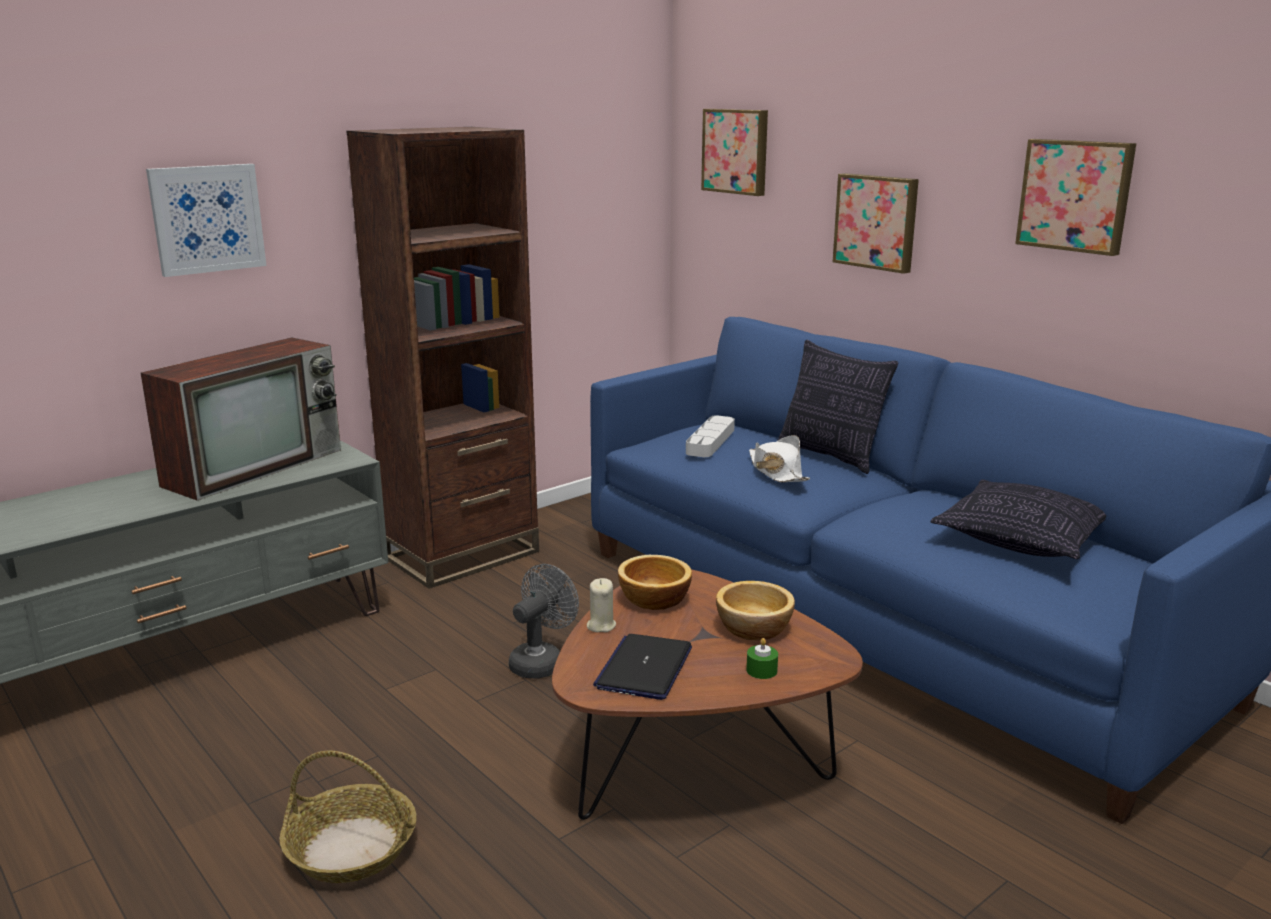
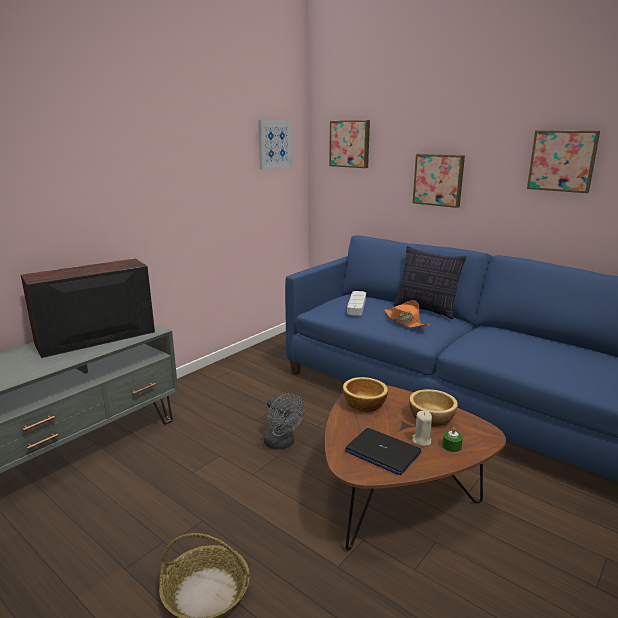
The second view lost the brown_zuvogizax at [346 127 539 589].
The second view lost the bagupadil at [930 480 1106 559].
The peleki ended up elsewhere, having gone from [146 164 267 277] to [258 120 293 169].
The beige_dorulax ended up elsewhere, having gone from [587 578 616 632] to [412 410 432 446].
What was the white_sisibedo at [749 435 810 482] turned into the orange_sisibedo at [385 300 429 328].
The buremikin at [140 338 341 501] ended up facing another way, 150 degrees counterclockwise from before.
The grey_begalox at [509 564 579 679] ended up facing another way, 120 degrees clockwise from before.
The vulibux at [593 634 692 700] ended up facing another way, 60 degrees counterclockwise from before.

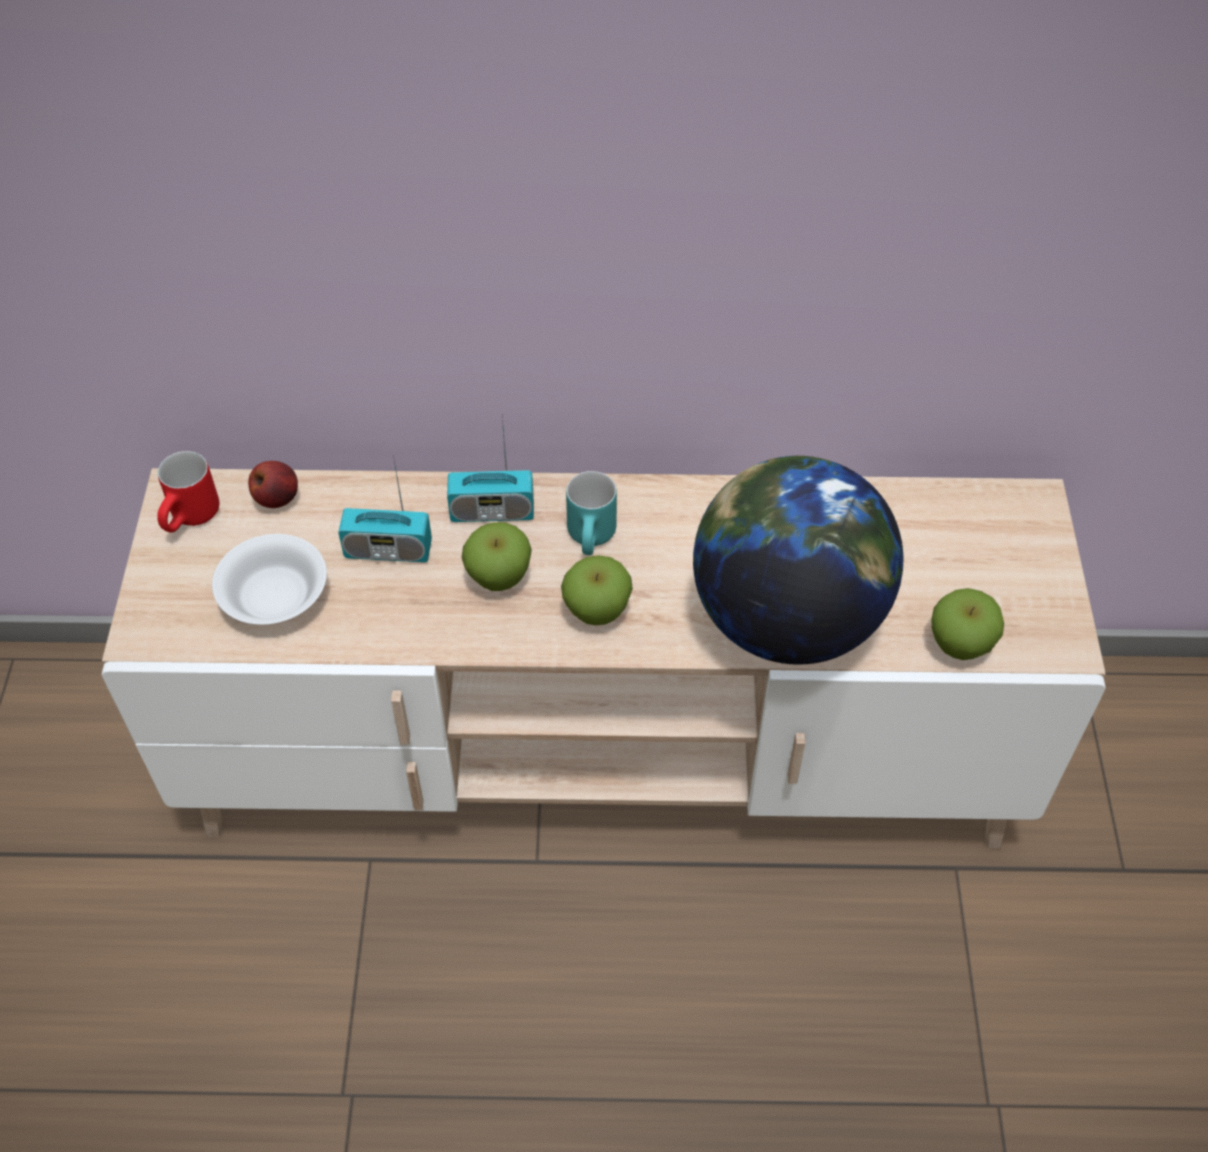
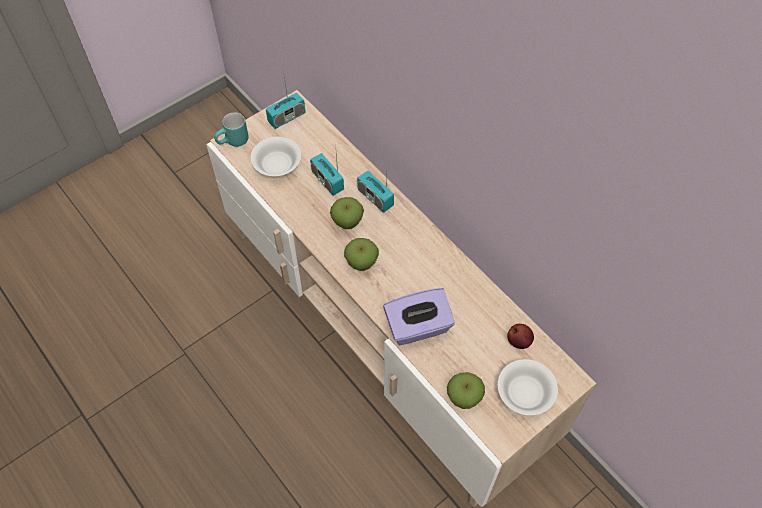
The second view gained the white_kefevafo at [498 359 558 415].
The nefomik ended up elsewhere, having gone from [248 461 298 508] to [507 324 534 349].
The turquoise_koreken ended up elsewhere, having gone from [566 471 617 555] to [214 112 249 147].
Where the red_koreken stood at [157 451 219 532], the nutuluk came to stand at [266 76 306 129].
Where the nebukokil stood at [693 456 903 665], the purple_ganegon came to stand at [383 288 455 345].

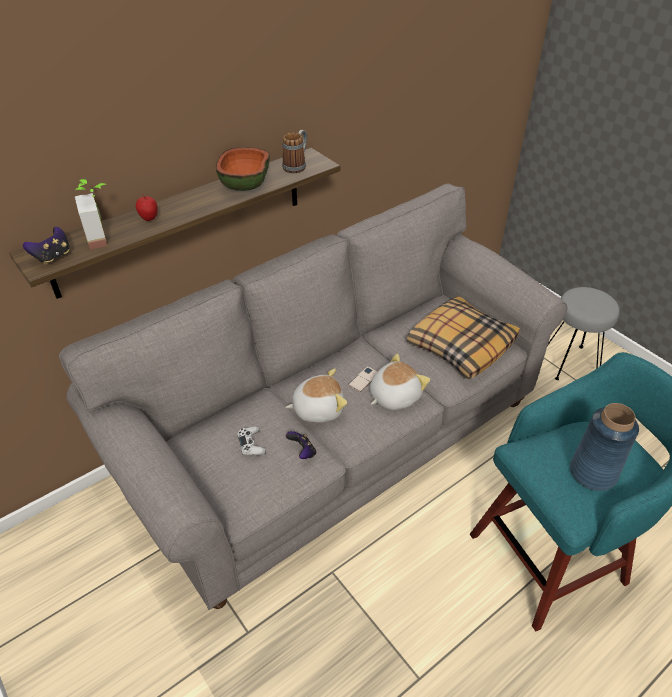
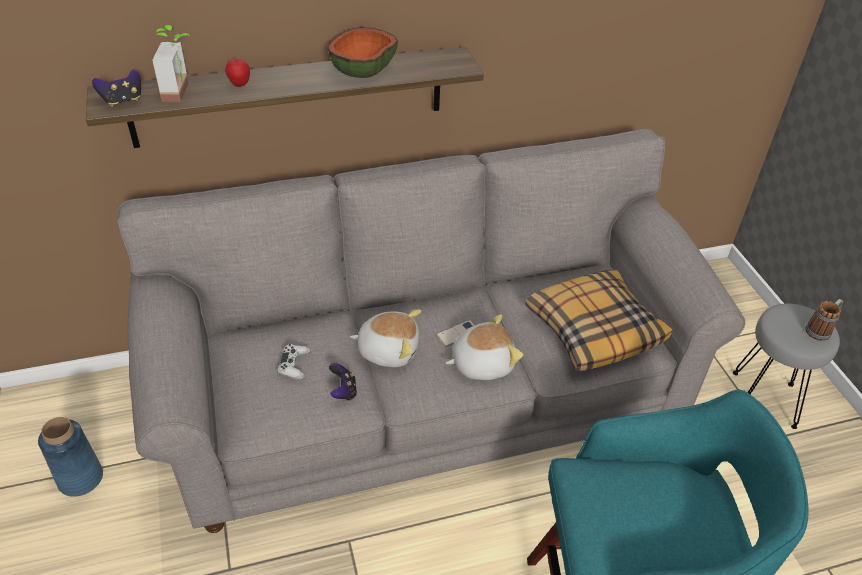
The koreken ended up elsewhere, having gone from [282 130 307 173] to [805 299 844 341].
The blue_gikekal ended up elsewhere, having gone from [570 403 639 491] to [38 417 103 497].

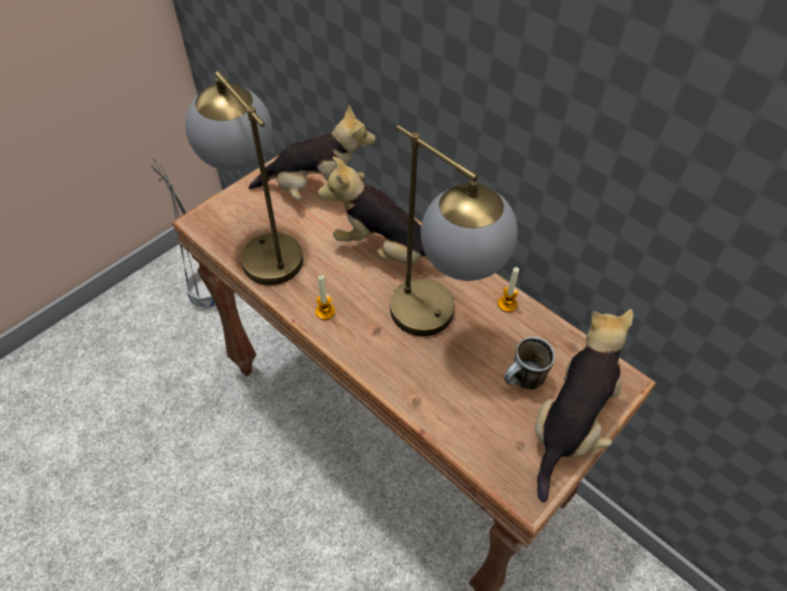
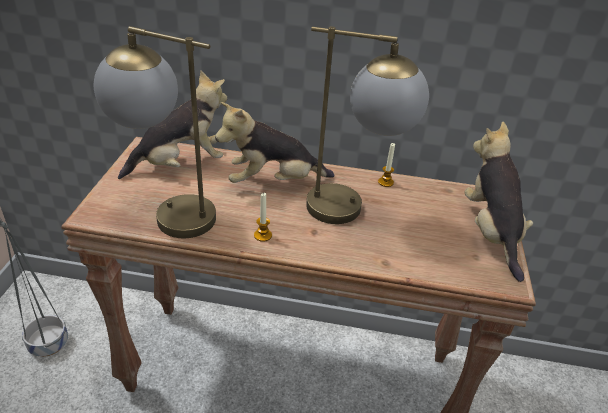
The second view lost the koreken at [504 337 555 390].

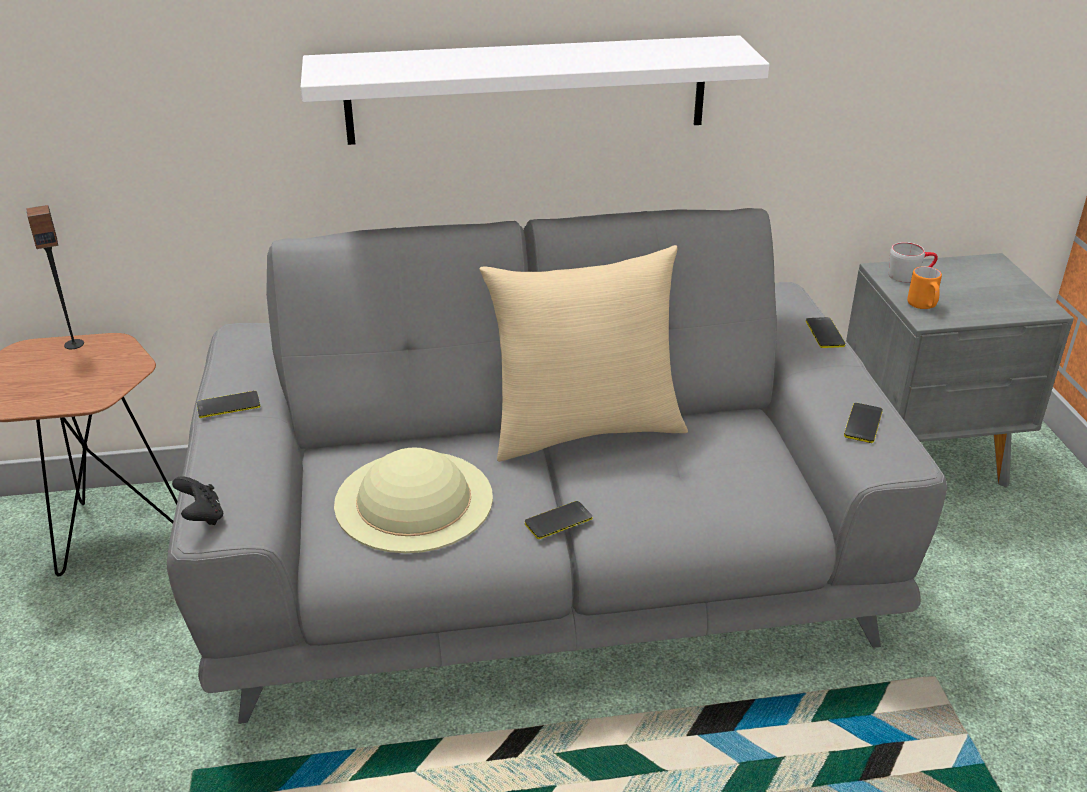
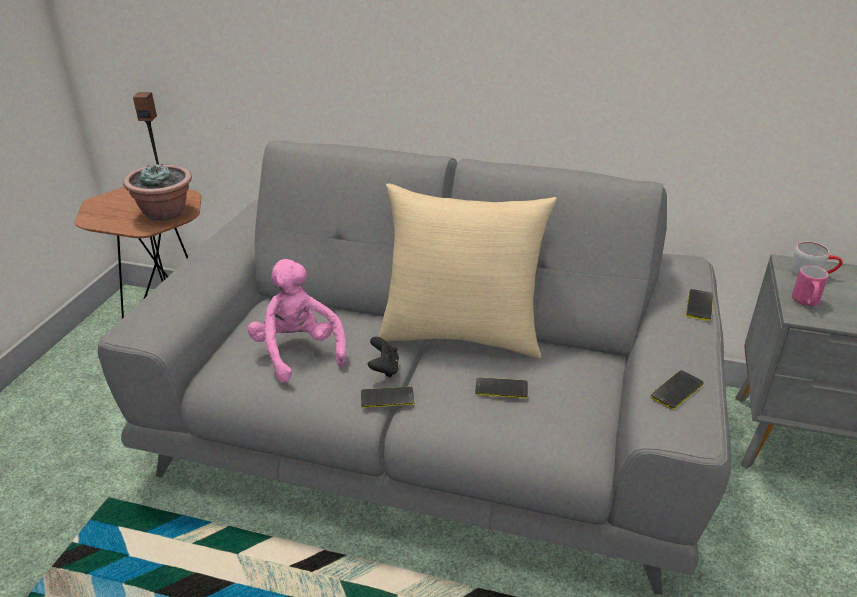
The second view lost the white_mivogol at [301 35 769 145].
The second view gained the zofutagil at [123 164 192 221].
The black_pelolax ended up elsewhere, having gone from [172 476 223 525] to [368 336 399 378].
The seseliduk ended up elsewhere, having gone from [197 391 260 418] to [475 377 528 398].
Where the beige_sisibedo stood at [334 447 493 553], the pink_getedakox came to stand at [248 259 346 383].
What was the orange_koreken at [907 266 942 309] turned into the pink_koreken at [792 265 829 306].

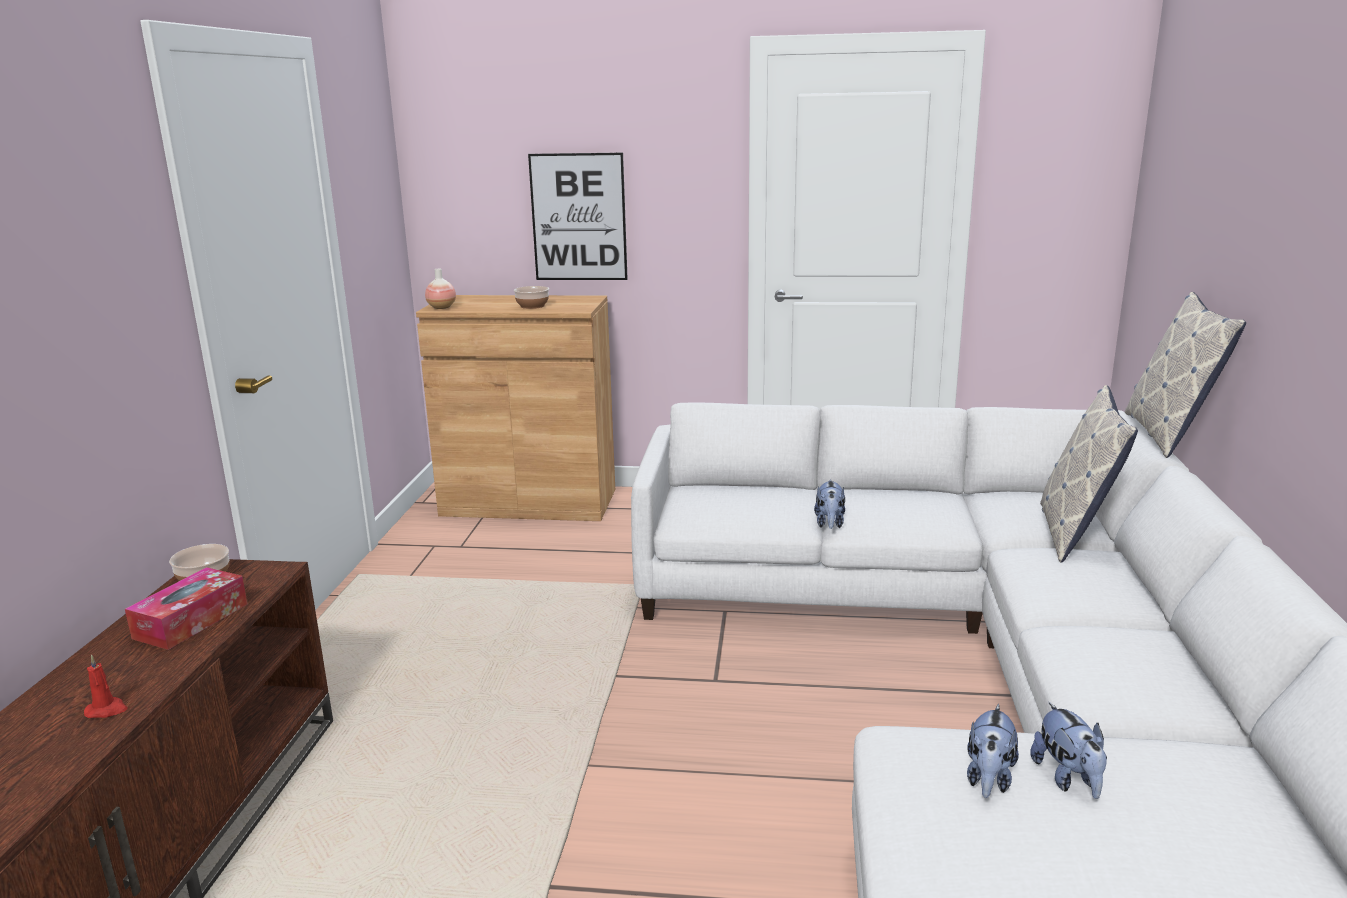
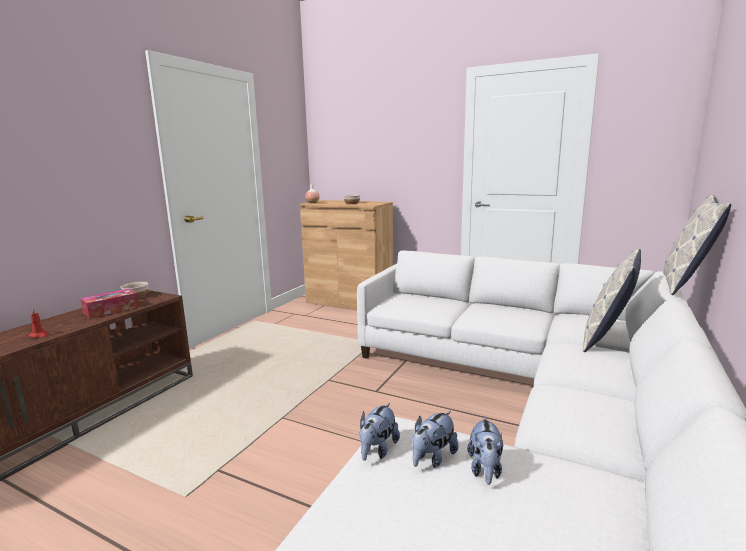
The second view lost the peleki at [528 153 628 280].
The getedakox ended up elsewhere, having gone from [814 479 845 529] to [359 403 400 461].

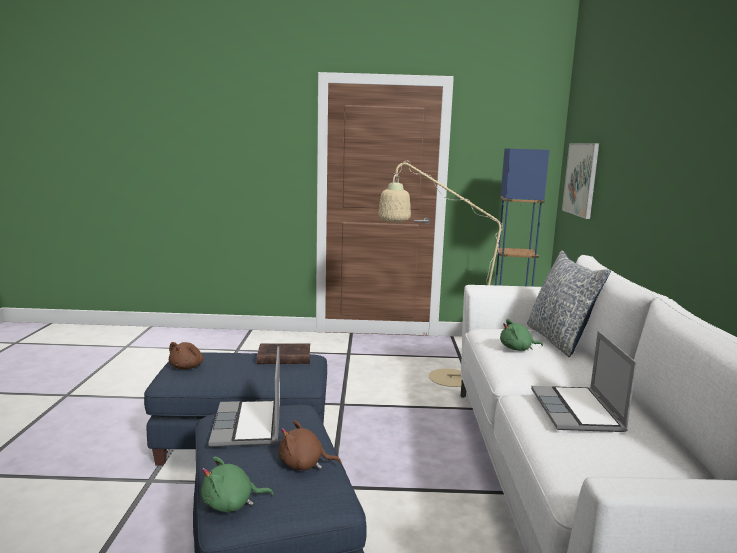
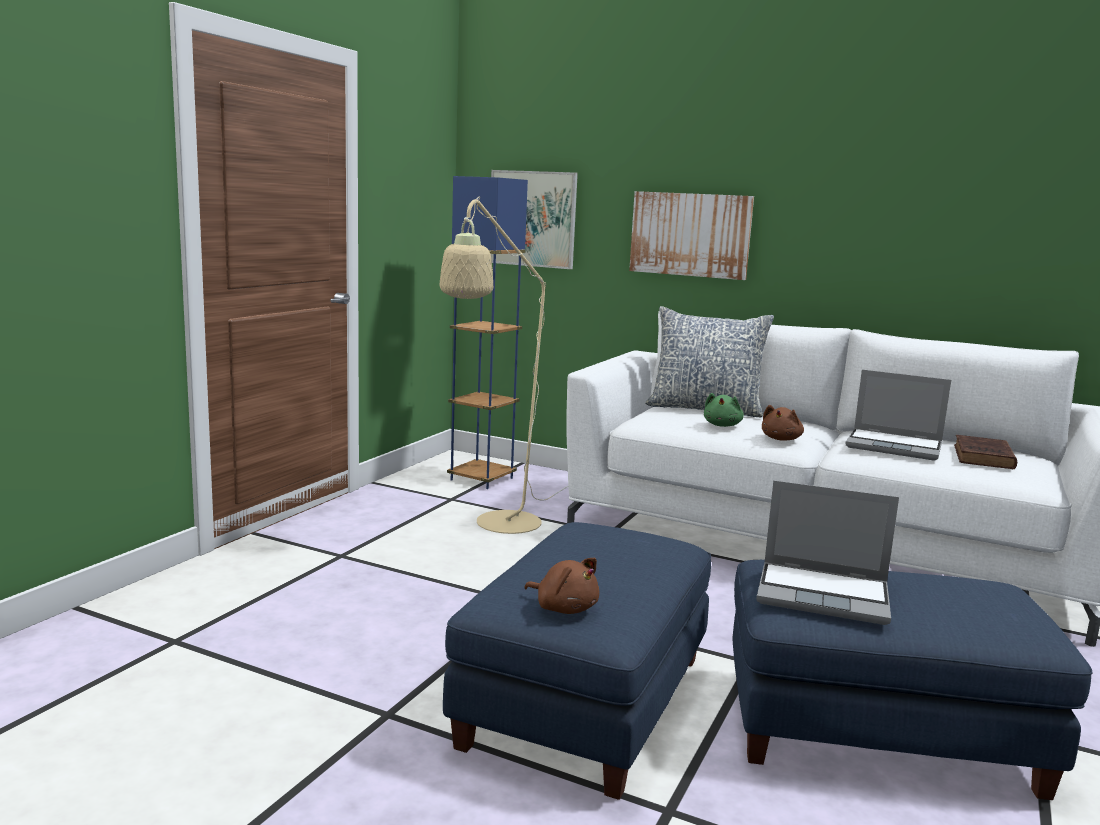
The second view lost the green_getedakox at [201 456 274 512].
The second view gained the peleki at [629 191 754 280].
The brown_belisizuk ended up elsewhere, having gone from [257 343 310 364] to [954 435 1017 469].
The brown_getedakox ended up elsewhere, having gone from [279 420 341 470] to [762 405 804 441].

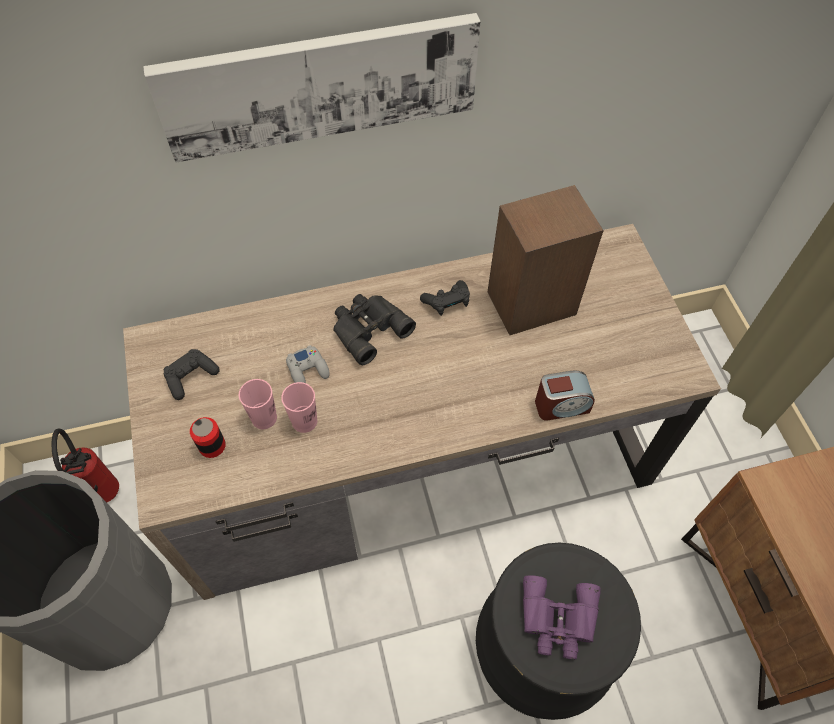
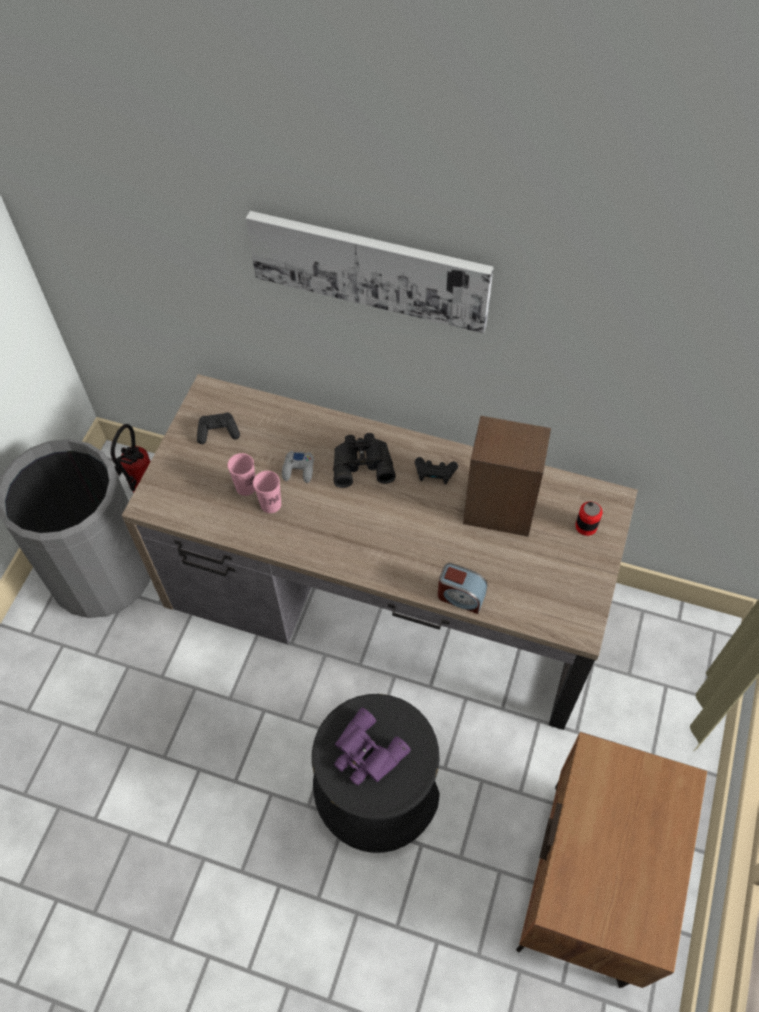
The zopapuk ended up elsewhere, having gone from [190 417 226 458] to [575 502 603 536].

